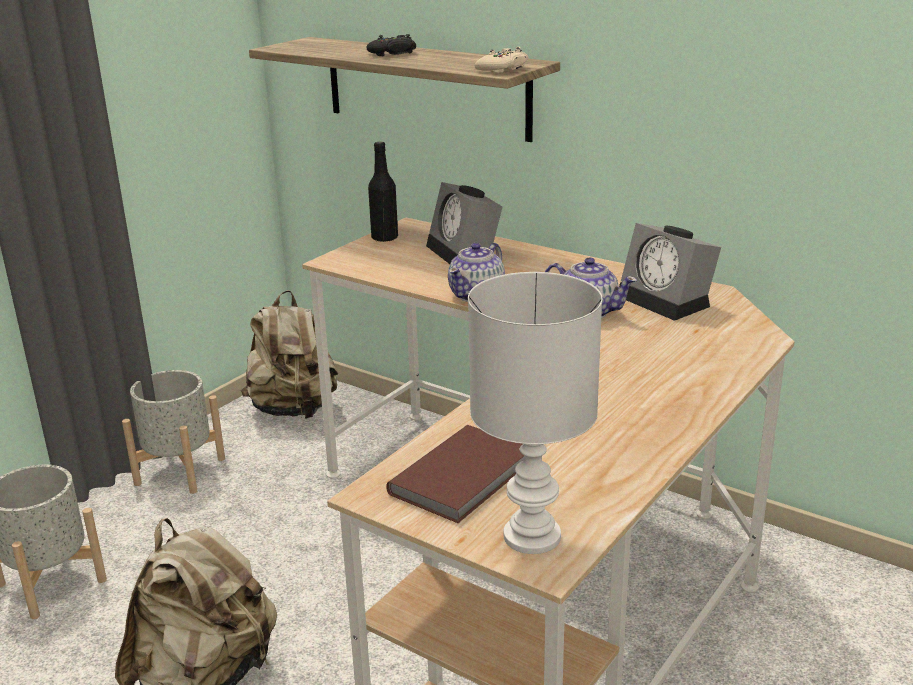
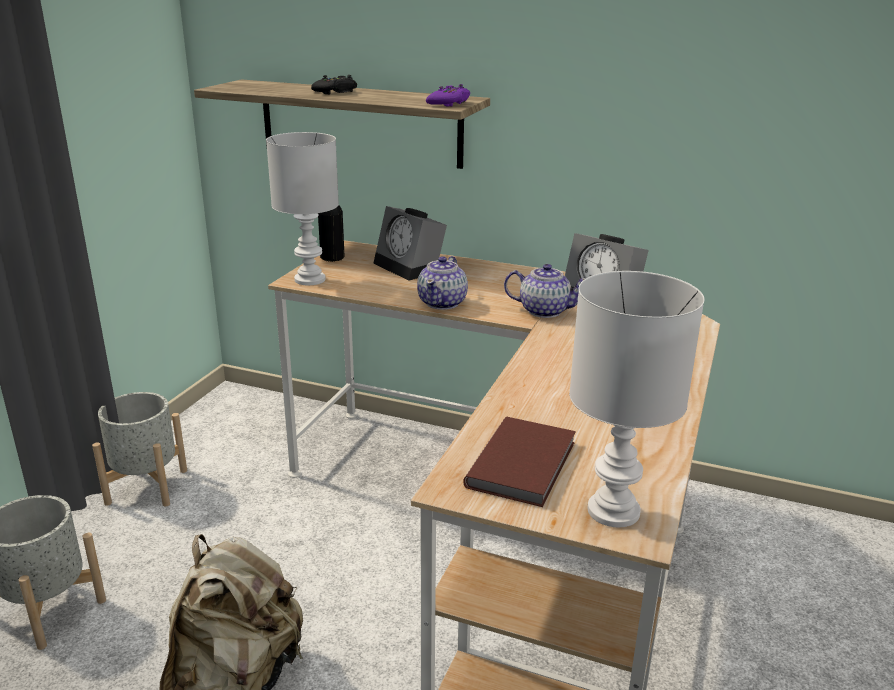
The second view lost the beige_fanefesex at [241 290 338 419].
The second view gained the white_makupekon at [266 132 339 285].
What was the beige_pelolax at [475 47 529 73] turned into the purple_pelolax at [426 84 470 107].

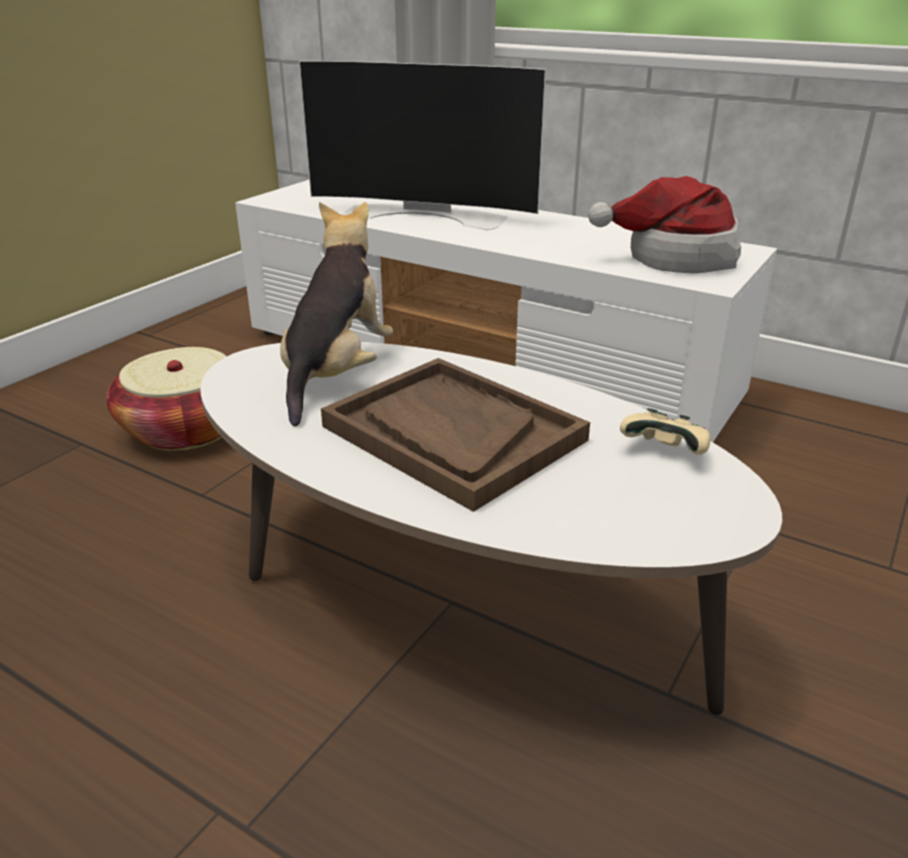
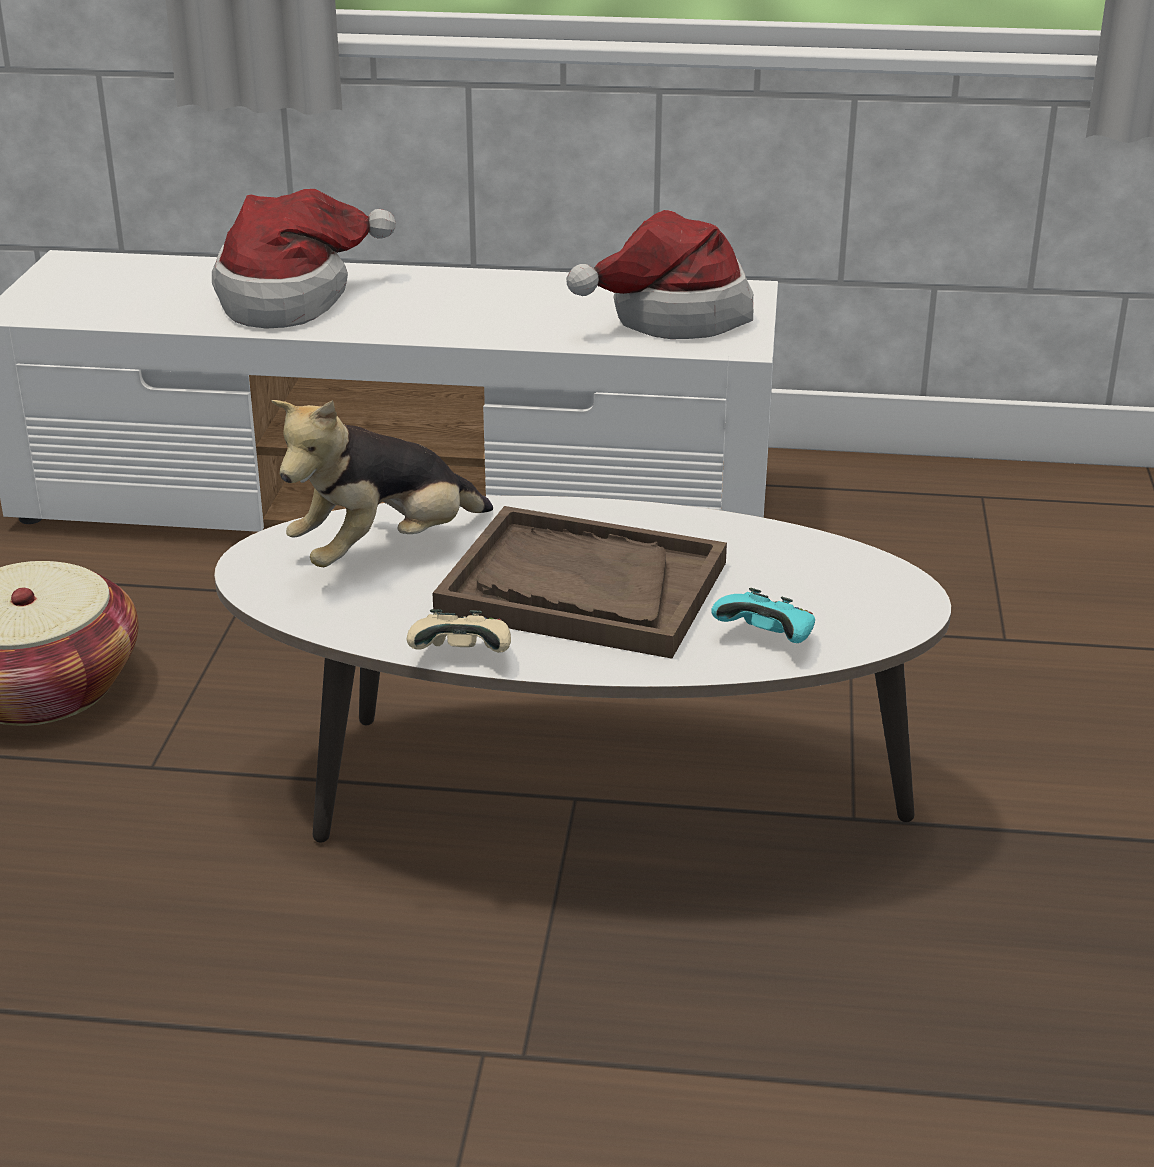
The second view gained the turquoise_pelolax at [712 588 815 643].
The beige_pelolax ended up elsewhere, having gone from [620 408 711 455] to [407 609 511 653].
Where the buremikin stood at [299 61 546 230], the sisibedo came to stand at [212 189 396 329].
The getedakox at [280 202 393 426] ended up facing another way, 120 degrees counterclockwise from before.

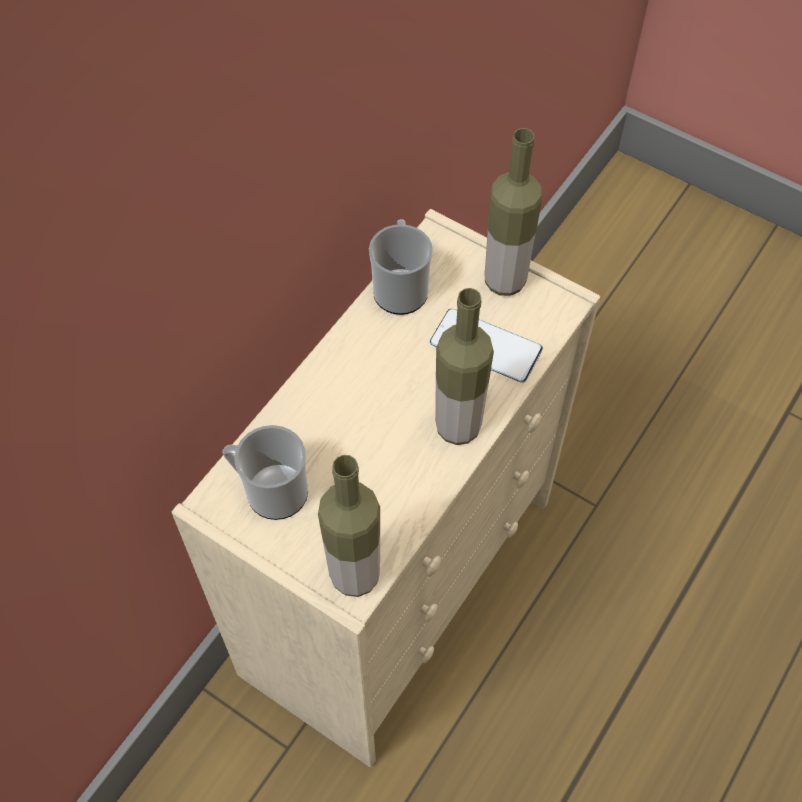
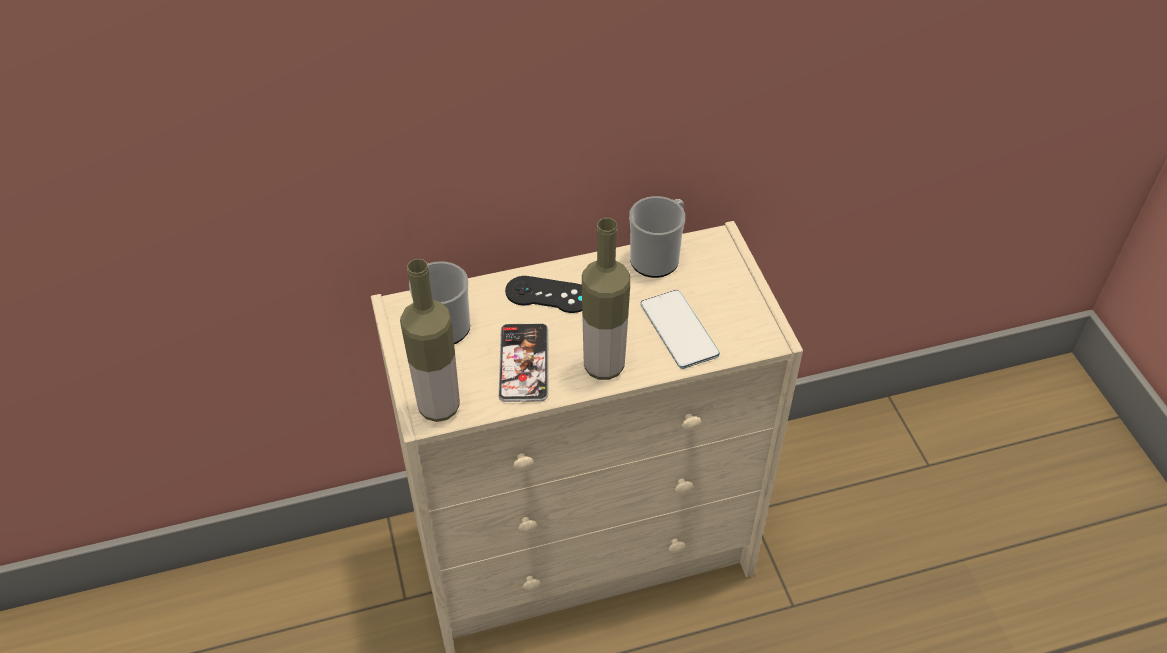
The second view lost the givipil at [485 128 542 296].
The second view gained the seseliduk at [499 324 548 402].
The second view gained the black_pelolax at [505 276 582 313].

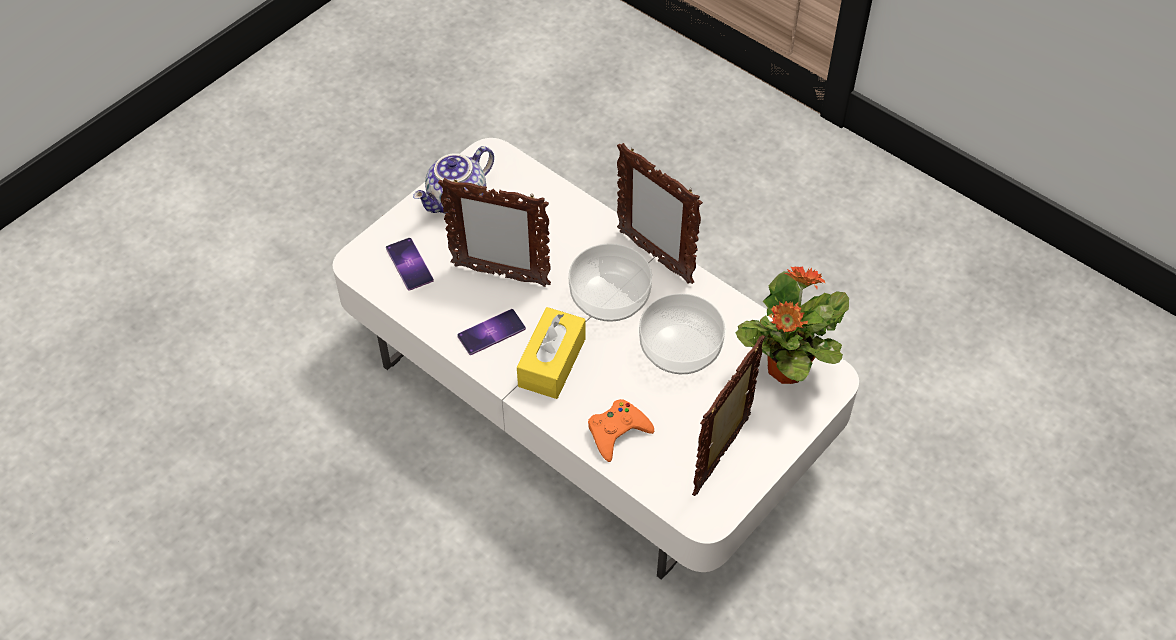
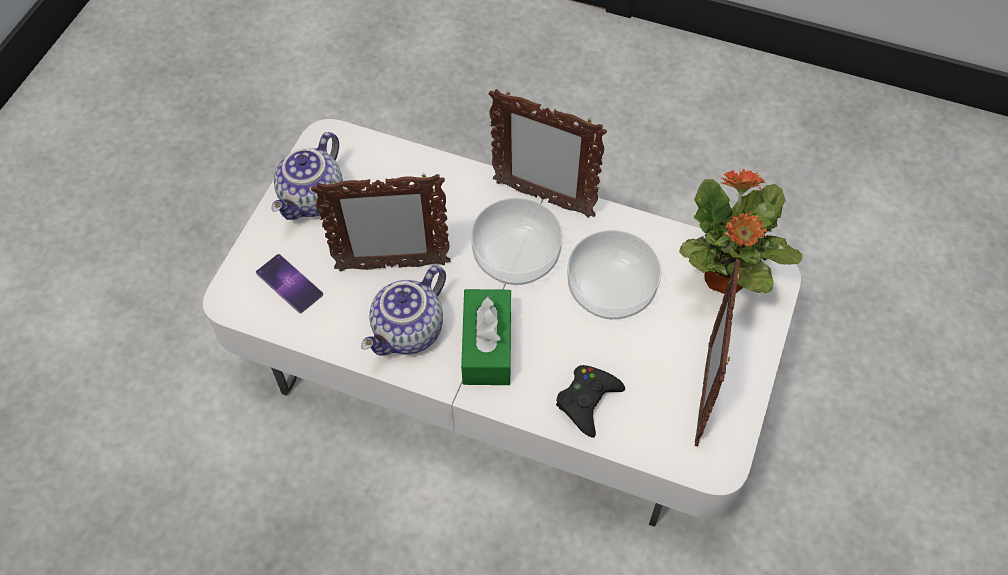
Where the seseliduk stood at [457 309 526 355], the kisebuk came to stand at [361 266 446 356].
What was the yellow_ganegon at [517 307 586 399] turned into the green_ganegon at [461 289 511 385].
What was the orange_pelolax at [588 399 654 462] turned into the black_pelolax at [556 365 625 438].

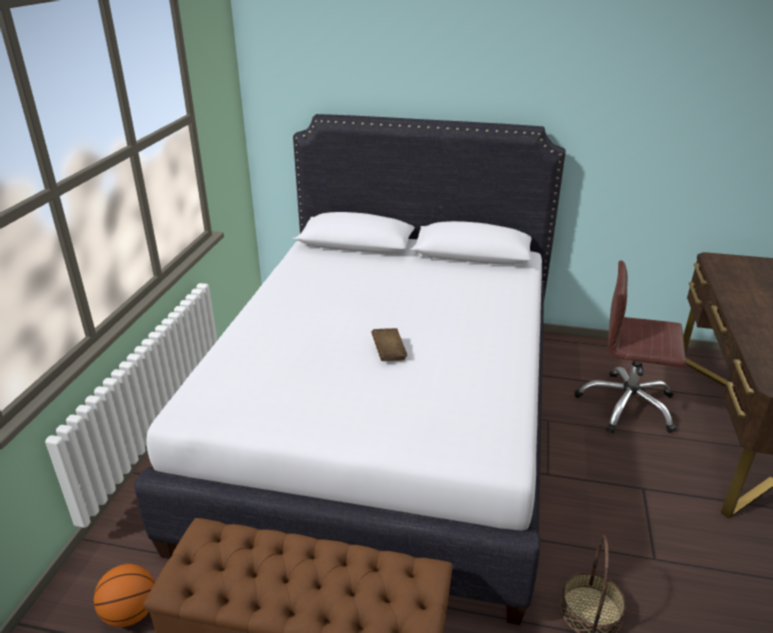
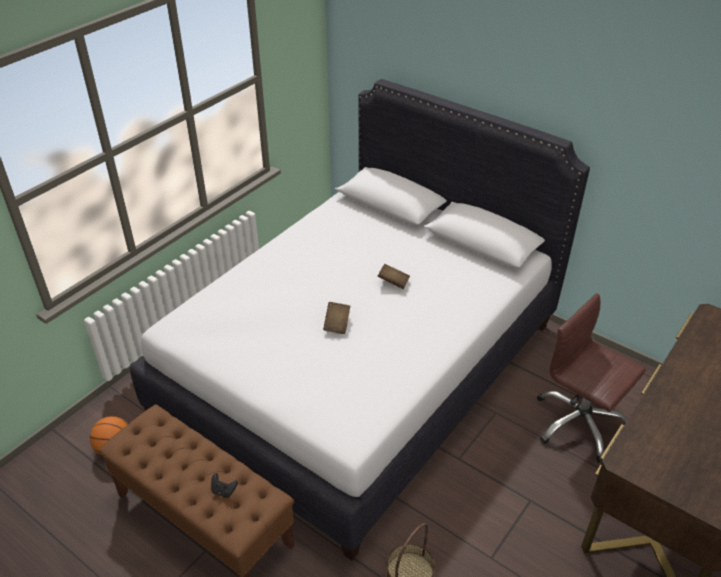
The second view gained the black_pelolax at [211 473 238 498].
The second view gained the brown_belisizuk at [378 264 410 289].

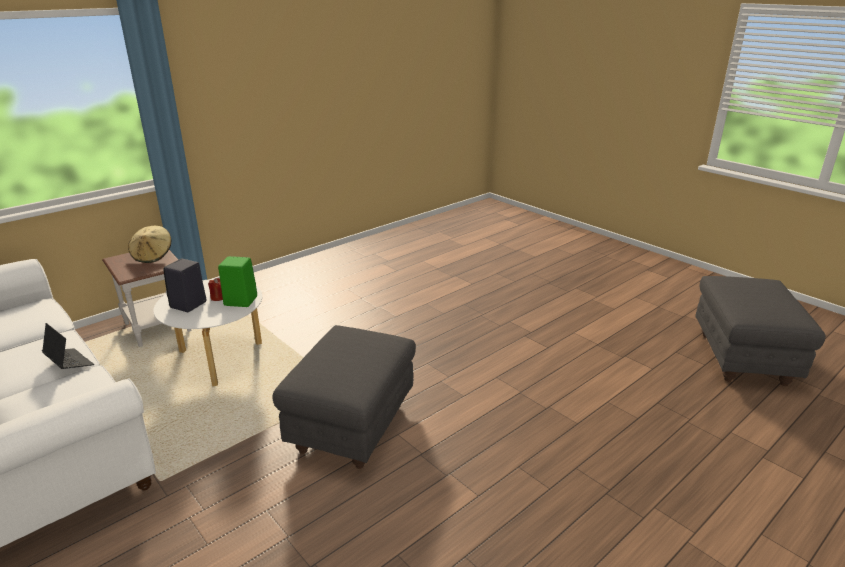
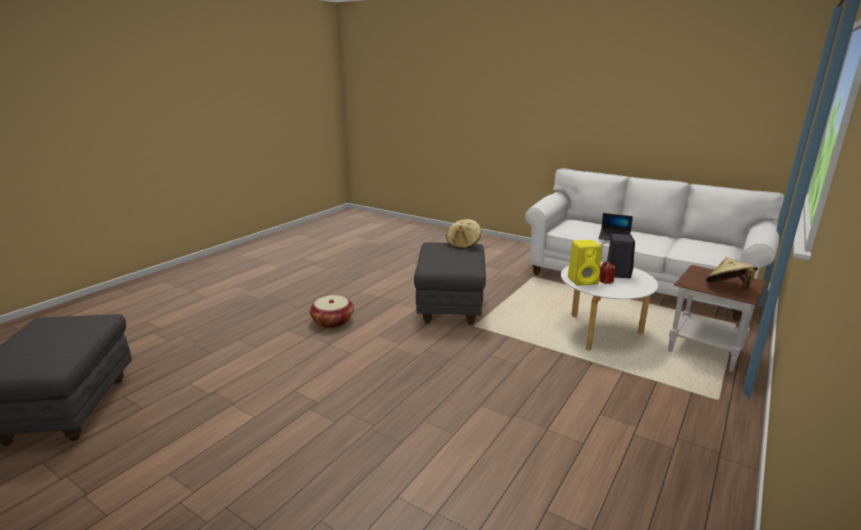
The second view gained the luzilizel at [310 295 354 328].
The second view gained the beige_sisibedo at [446 219 481 249].
What was the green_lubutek at [218 256 257 307] turned into the yellow_lubutek at [568 240 602 286].

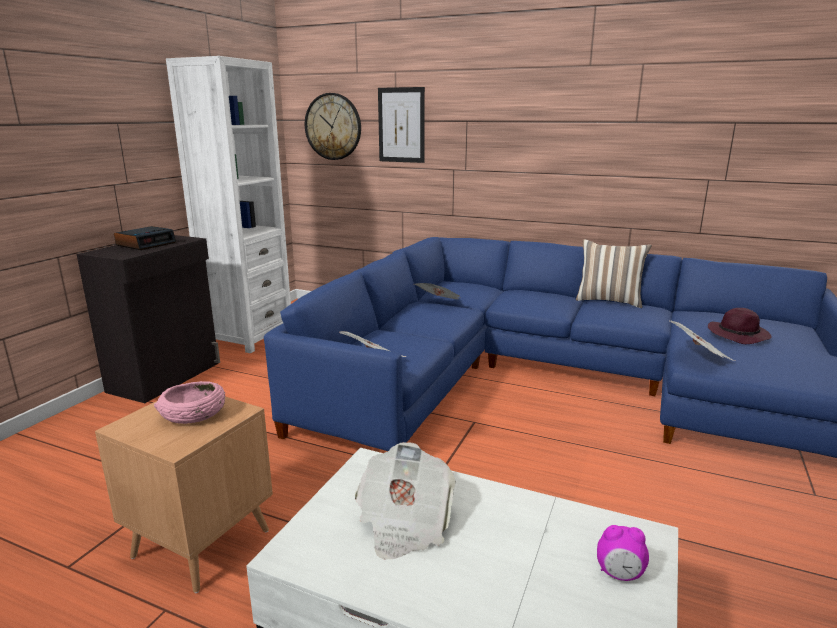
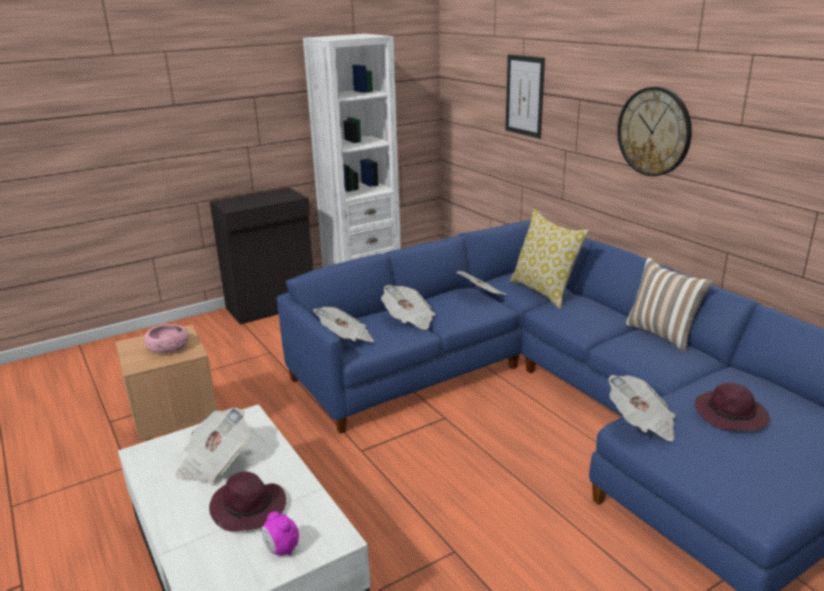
The second view lost the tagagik at [114 226 176 250].
The second view gained the purple_sisibedo at [209 471 286 532].
The second view gained the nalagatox at [381 285 435 330].
The second view gained the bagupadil at [510 209 589 309].
The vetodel ended up elsewhere, having gone from [305 93 361 160] to [617 87 692 176].

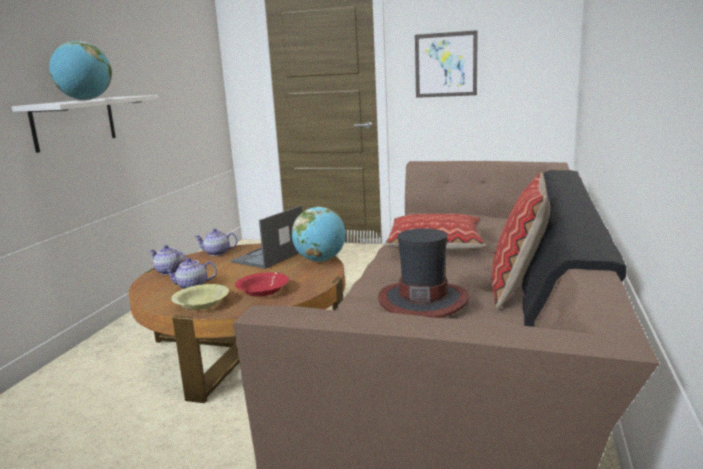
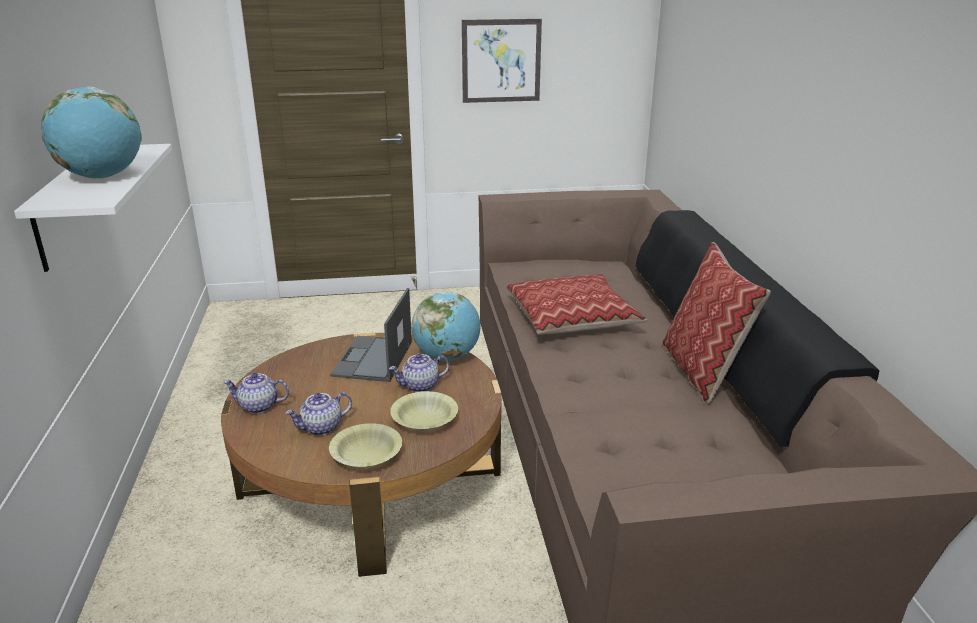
The second view lost the sisibedo at [378 228 470 318].
The kisebuk ended up elsewhere, having gone from [194 229 237 256] to [389 353 450 392].
What was the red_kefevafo at [235 272 289 296] turned into the yellow_kefevafo at [390 391 458 431].

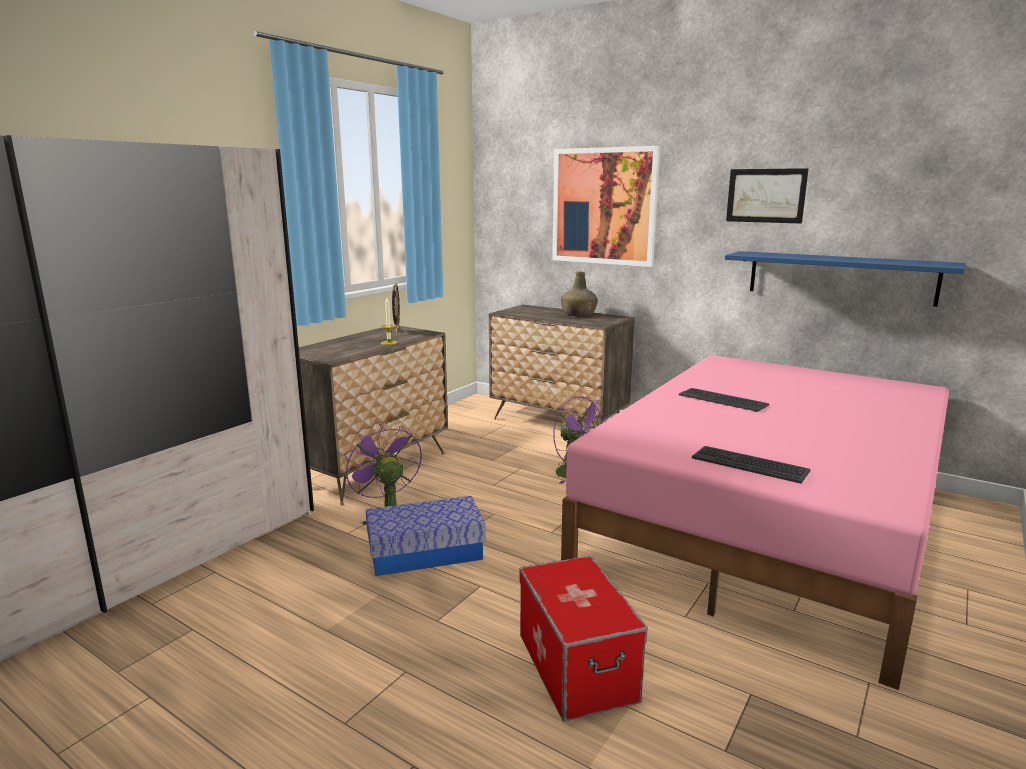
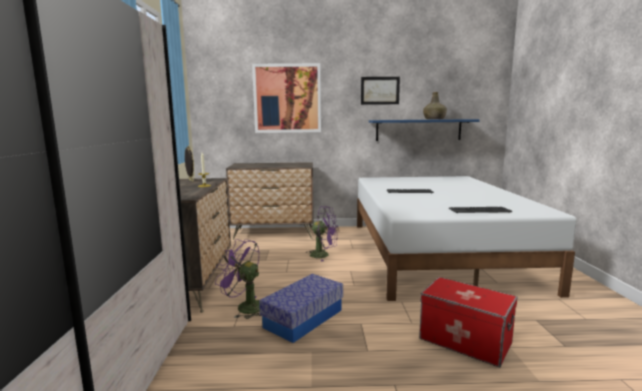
The green_givipil ended up elsewhere, having gone from [561 271 598 316] to [423 92 447 119].
What was the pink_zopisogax at [561 355 949 690] turned into the white_zopisogax at [357 176 577 301].

